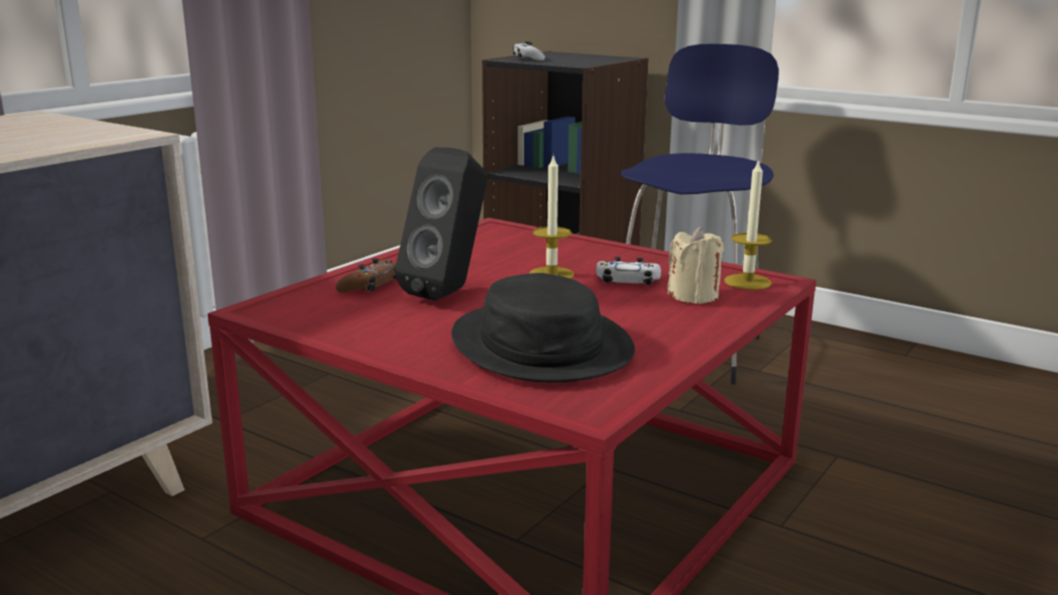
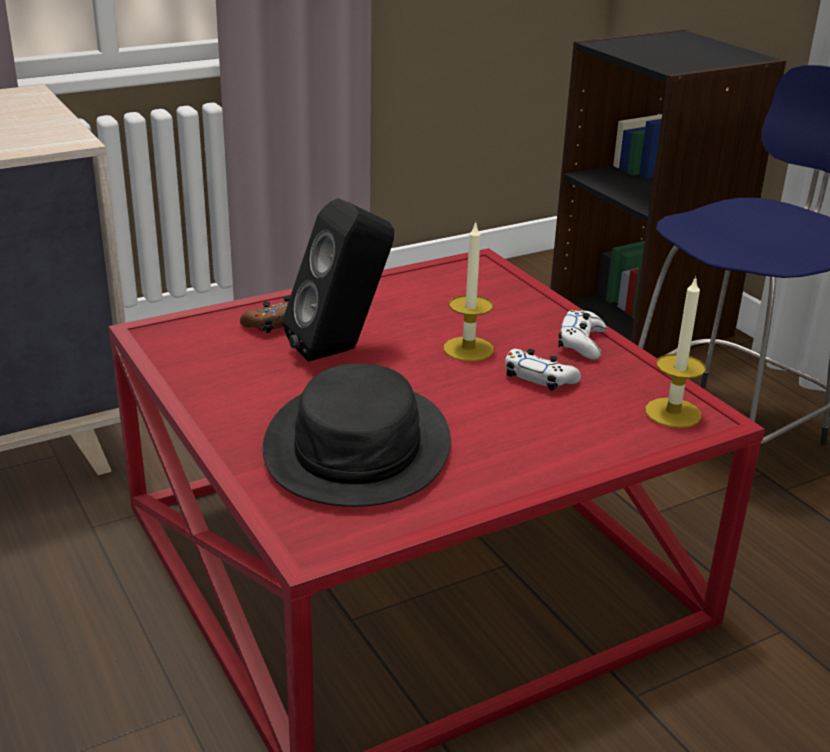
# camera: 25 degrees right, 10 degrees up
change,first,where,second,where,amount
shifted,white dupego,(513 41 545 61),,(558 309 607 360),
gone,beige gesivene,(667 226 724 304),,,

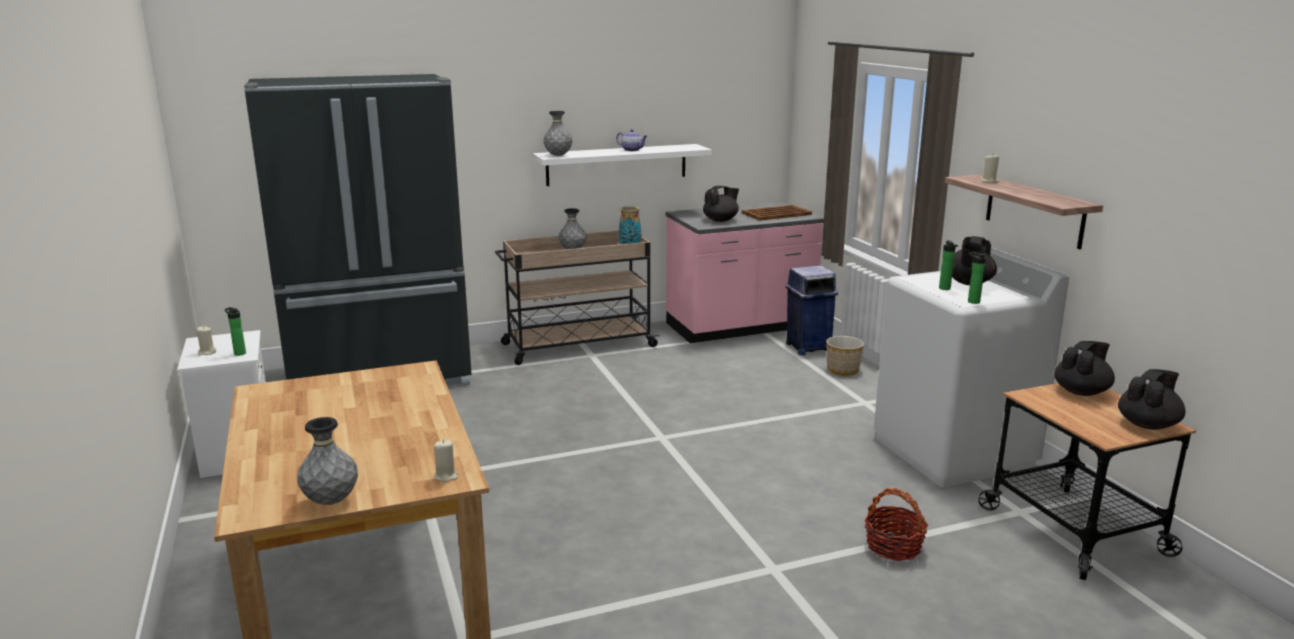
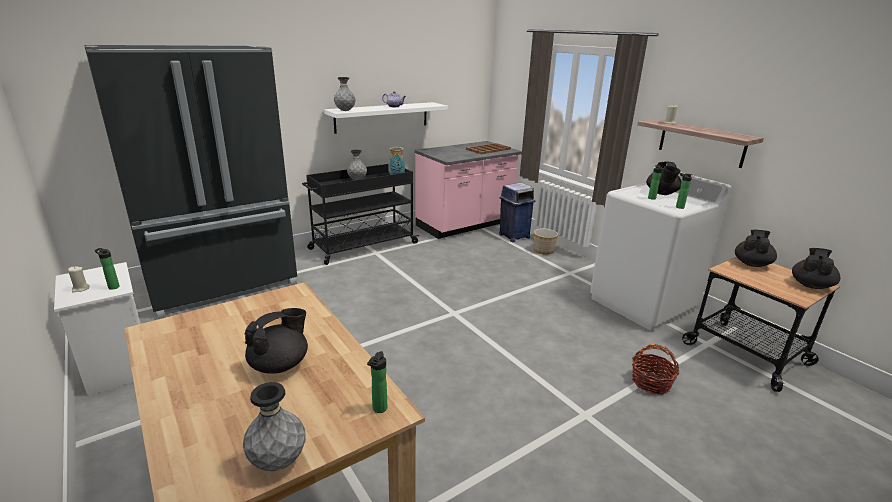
# camera: 15 degrees left, 5 degrees up
change,first,where,second,where,amount
shifted,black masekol,(703 186 739 222),,(245 308 308 374),
repainted,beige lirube,(495 231 659 365),black lirube,(302 164 419 265),
swapped,beige gesivene,(434 440 458 482),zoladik,(367 351 387 413),

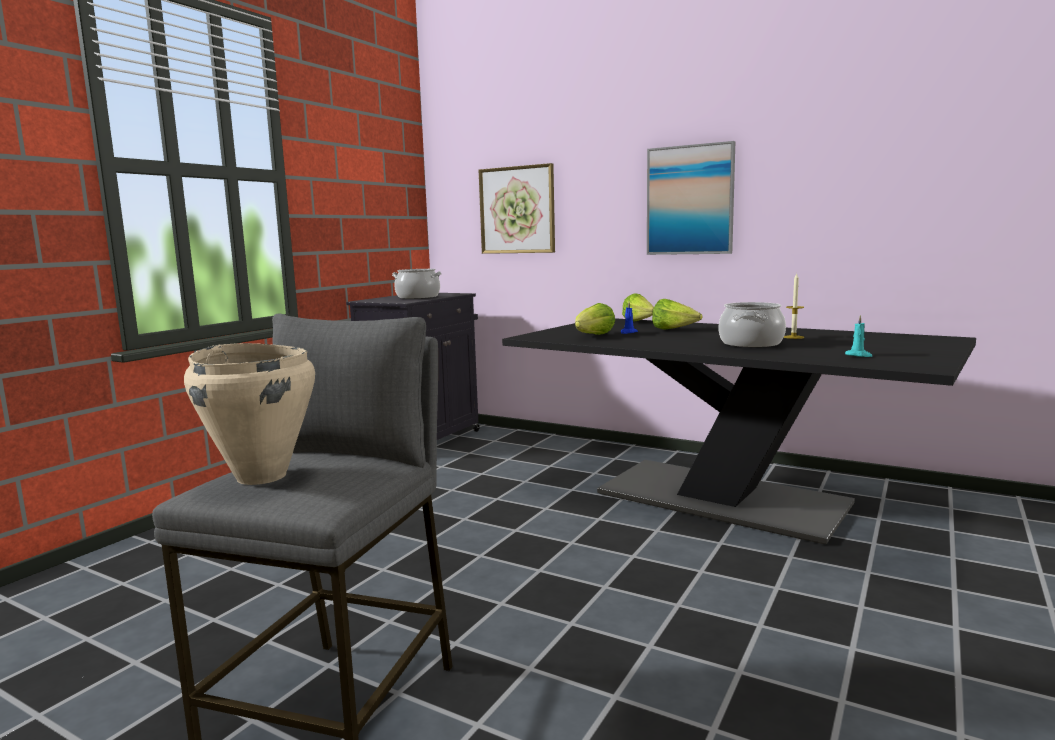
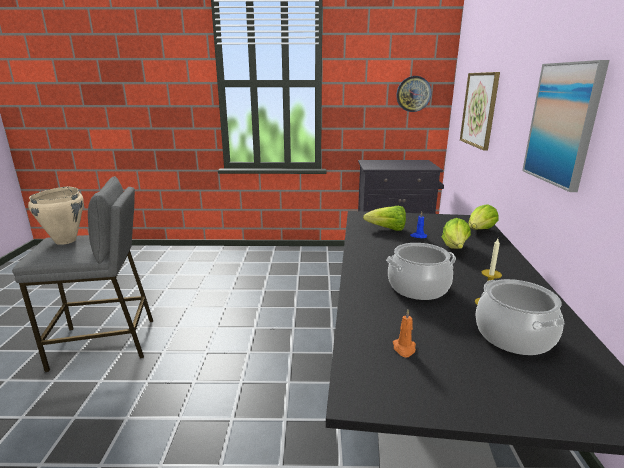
# camera: 60 degrees right, 10 degrees up
change,first,where,second,where,amount
shifted,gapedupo,(392 269 442 299),,(475 279 565 355),
repainted,turquoise gesivene,(845 315 872 357),orange gesivene,(393 310 416 357),
new,,,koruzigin,(396 76 431 112),

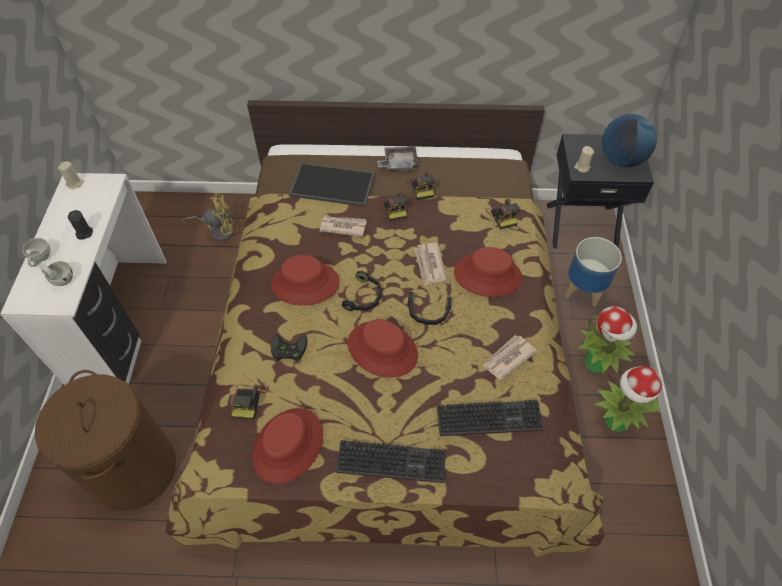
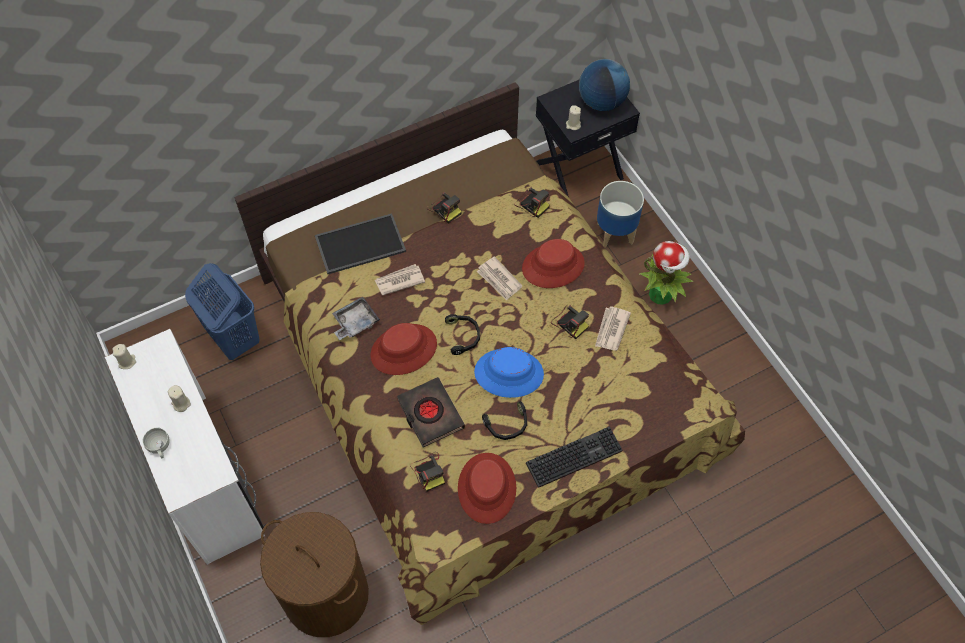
# camera: 30 degrees left, 5 degrees up
change,first,where,second,where,amount
shifted,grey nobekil,(377 147 419 171),,(332 297 380 340),
shifted,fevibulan,(380 192 407 221),,(551 305 589 339),
swapped,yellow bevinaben,(182 193 234 242),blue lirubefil,(185 263 260 360),
repainted,black gesivene,(68 210 93 240),beige gesivene,(168 385 191 412),
gone,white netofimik,(40 261 73 286),,,
shifted,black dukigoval,(408 292 452 325),,(482 401 527 440),
repainted,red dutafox,(348 319 418 378),blue dutafox,(474 347 544 398),
swapped,black dupego,(271 334 307 362),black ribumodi,(397 377 465 447),
gone,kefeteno,(595 366 662 432),,,
gone,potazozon,(437 400 544 436),,,

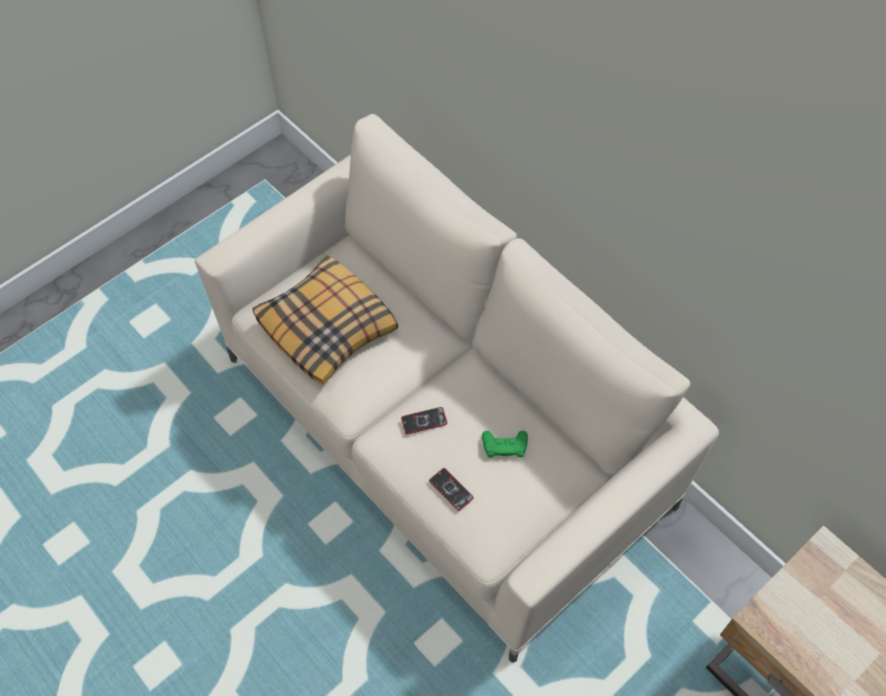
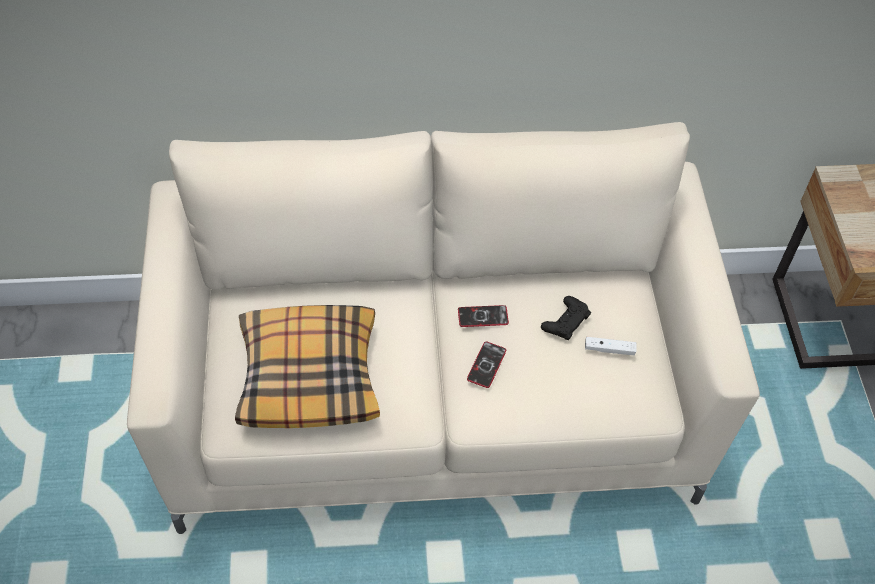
# camera: 55 degrees left, 5 degrees down
change,first,where,second,where,amount
repainted,green dupego,(482 431 528 457),black dupego,(541 296 591 340),
shifted,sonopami,(429 468 474 511),,(458 305 509 327),
new,,,white dupego,(585 337 637 356),

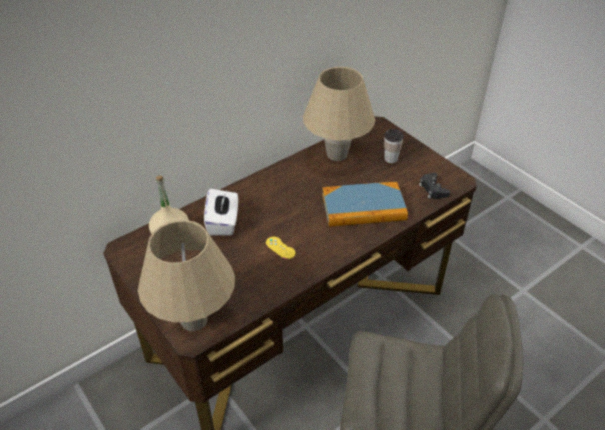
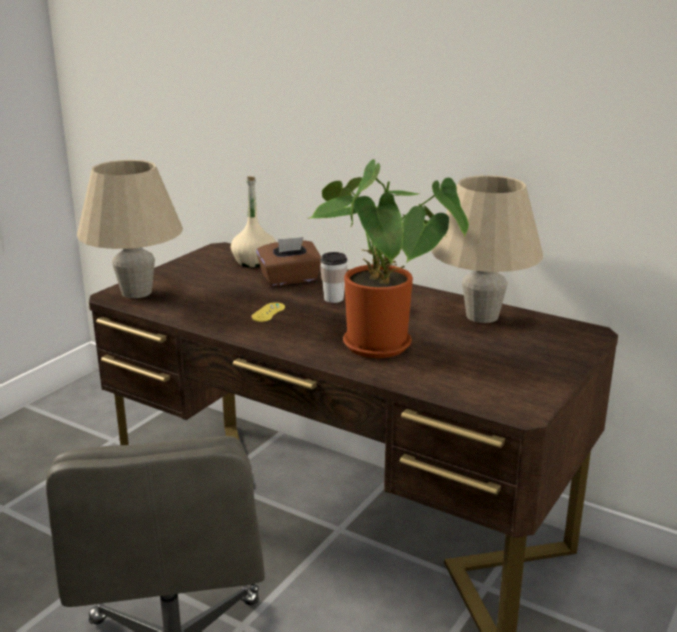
# camera: 70 degrees right, 20 degrees down
change,first,where,second,where,amount
shifted,netofimik,(384 129 404 163),,(320 252 347 303),
gone,black dupego,(419 173 450 199),,,
swapped,ribumodi,(322 182 408 227),kefeteno,(307 159 469 358),
repainted,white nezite,(204 189 238 236),brown nezite,(256 237 321 286),

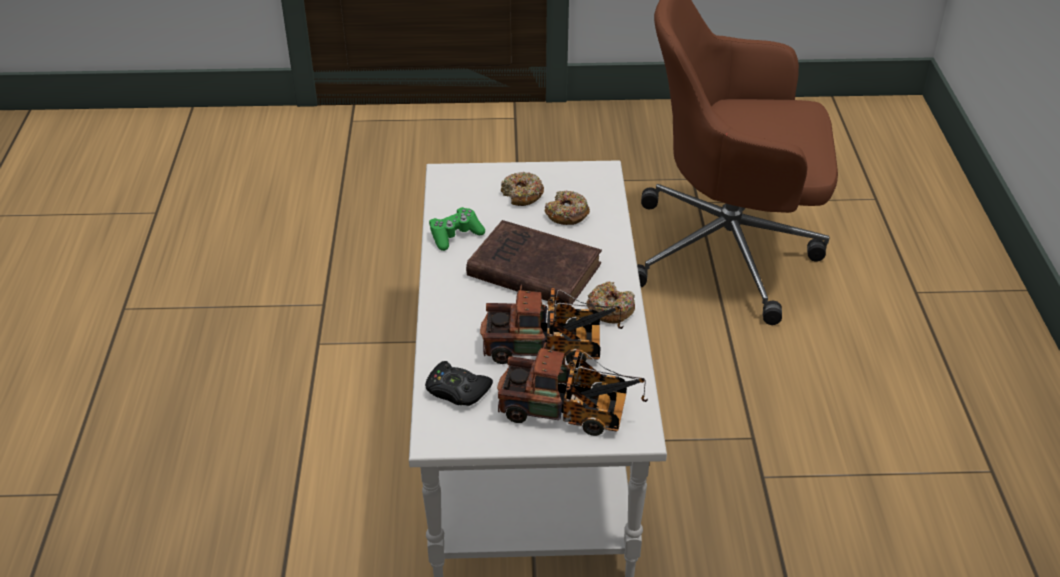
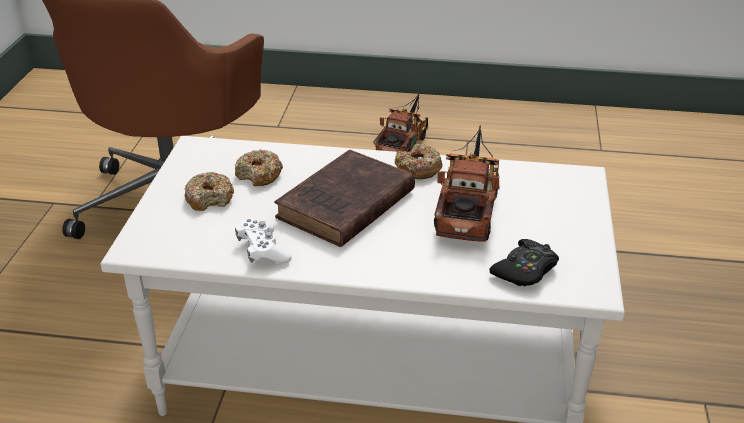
# camera: 80 degrees left, 5 degrees down
change,first,where,second,where,amount
repainted,green dupego,(429 207 485 251),white dupego,(235 218 292 263),
shifted,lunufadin,(497 342 648 436),,(373 94 429 152),

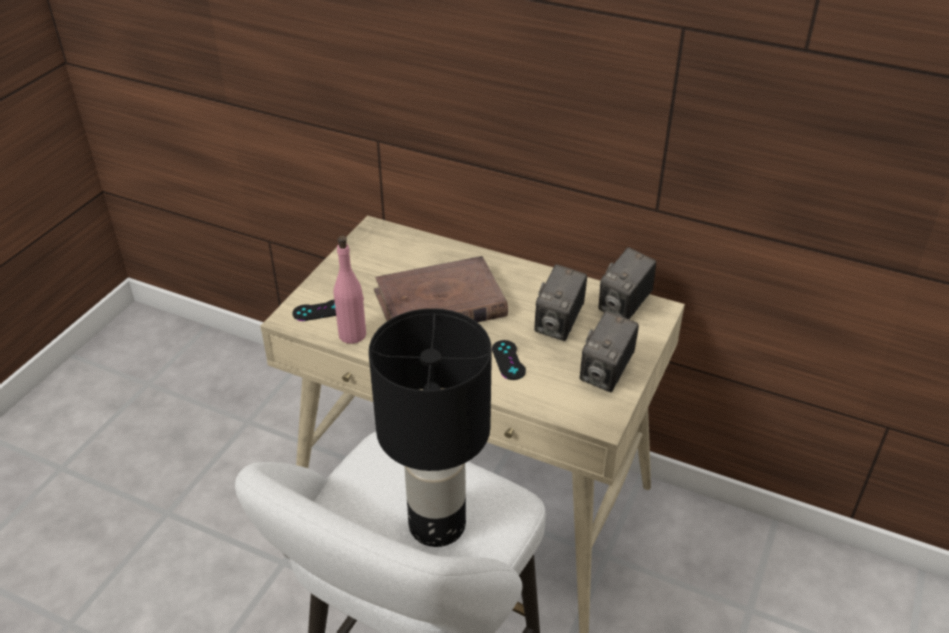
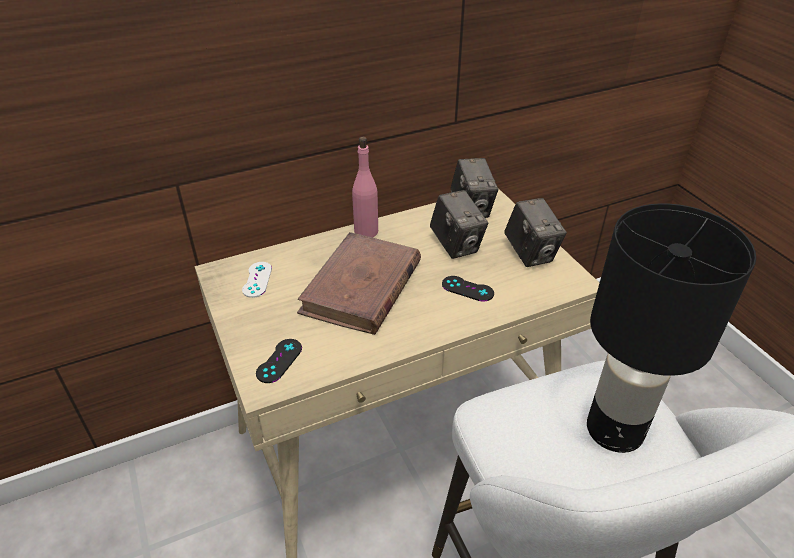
# camera: 50 degrees left, 0 degrees up
change,first,where,second,where,amount
shifted,pink zoladik,(334 236 366 344),,(352 137 378 238),
new,,,white dupego,(242 262 272 298),

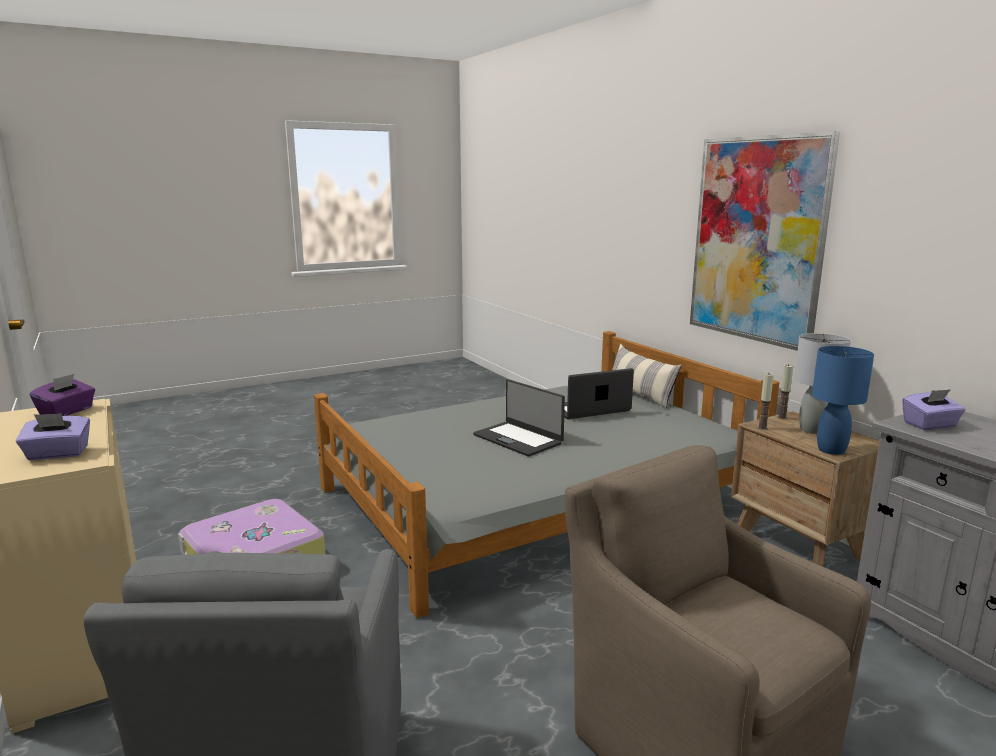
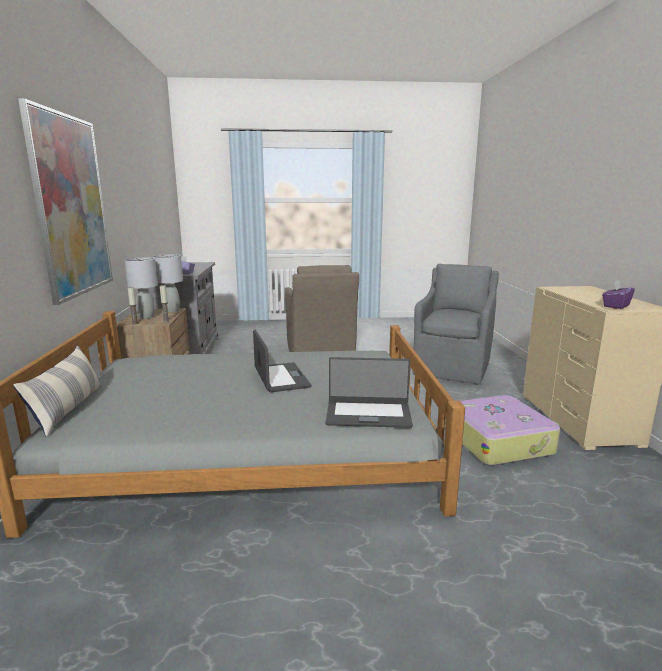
# camera: 155 degrees left, 0 degrees up
change,first,where,second,where,amount
repainted,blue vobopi,(812 346 874 455),grey vobopi,(152 254 183 312),
shifted,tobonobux,(564 368 634 419),,(326 357 413 428),
gone,purple nezite,(16 413 90 460),,,

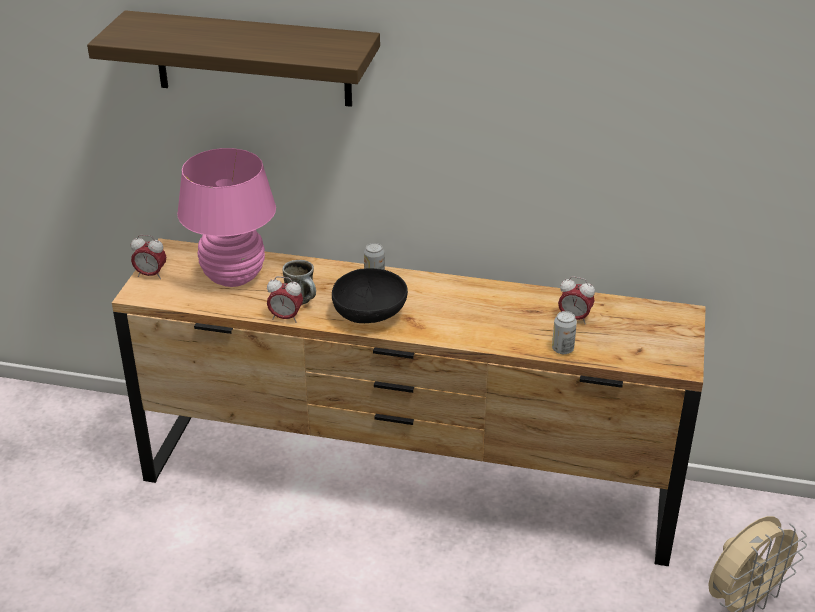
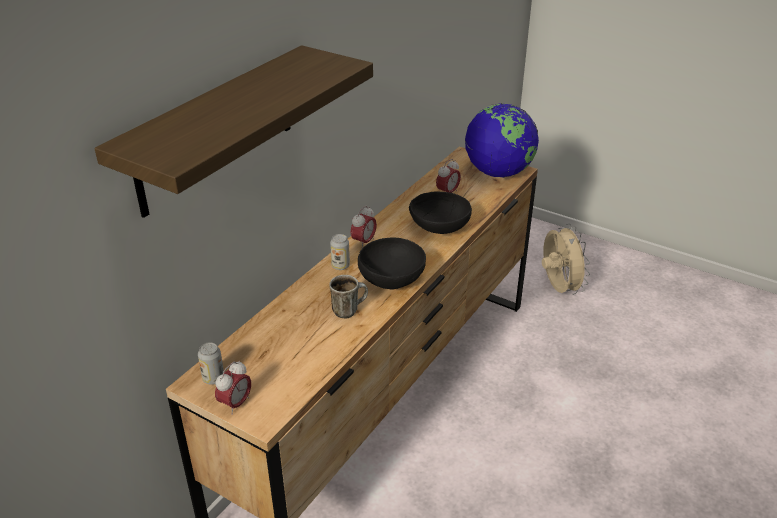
# camera: 70 degrees left, 0 degrees up
change,first,where,second,where,amount
gone,pink vobopi,(177 148 276 287),,,
shifted,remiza,(267 276 303 323),,(351 206 377 247),
shifted,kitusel,(552 311 577 354),,(198 342 224 385),
new,,,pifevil,(465 104 539 178),
new,,,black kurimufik,(409 192 472 234),

